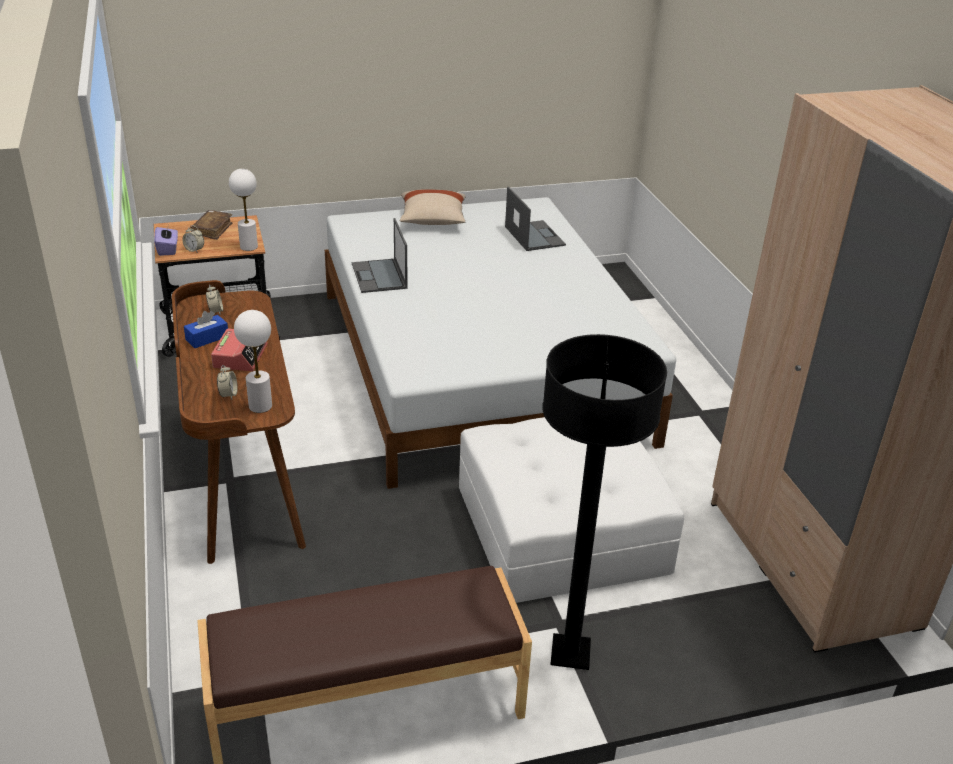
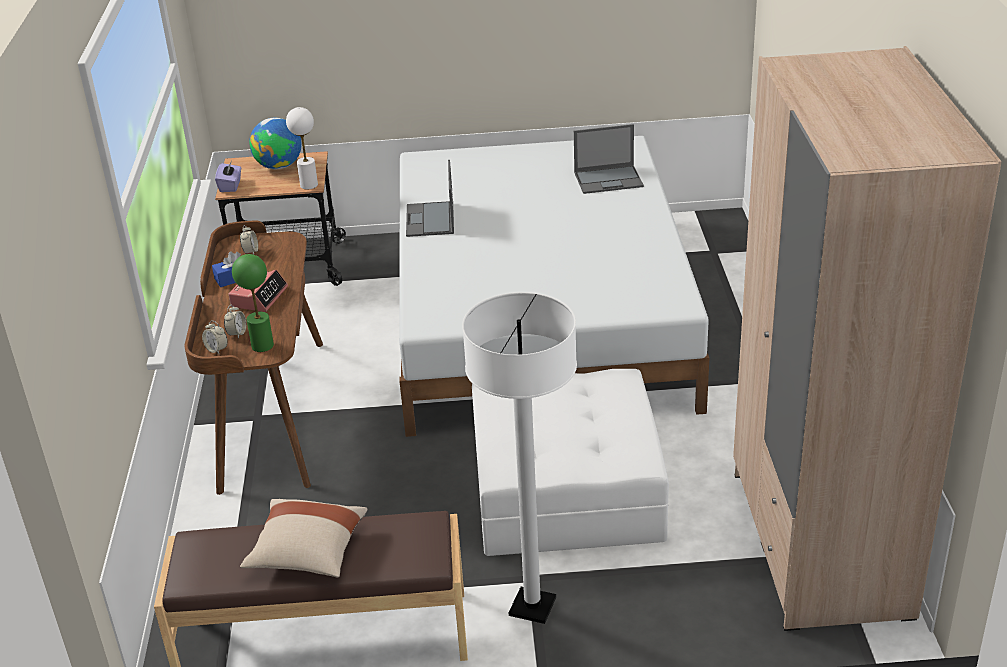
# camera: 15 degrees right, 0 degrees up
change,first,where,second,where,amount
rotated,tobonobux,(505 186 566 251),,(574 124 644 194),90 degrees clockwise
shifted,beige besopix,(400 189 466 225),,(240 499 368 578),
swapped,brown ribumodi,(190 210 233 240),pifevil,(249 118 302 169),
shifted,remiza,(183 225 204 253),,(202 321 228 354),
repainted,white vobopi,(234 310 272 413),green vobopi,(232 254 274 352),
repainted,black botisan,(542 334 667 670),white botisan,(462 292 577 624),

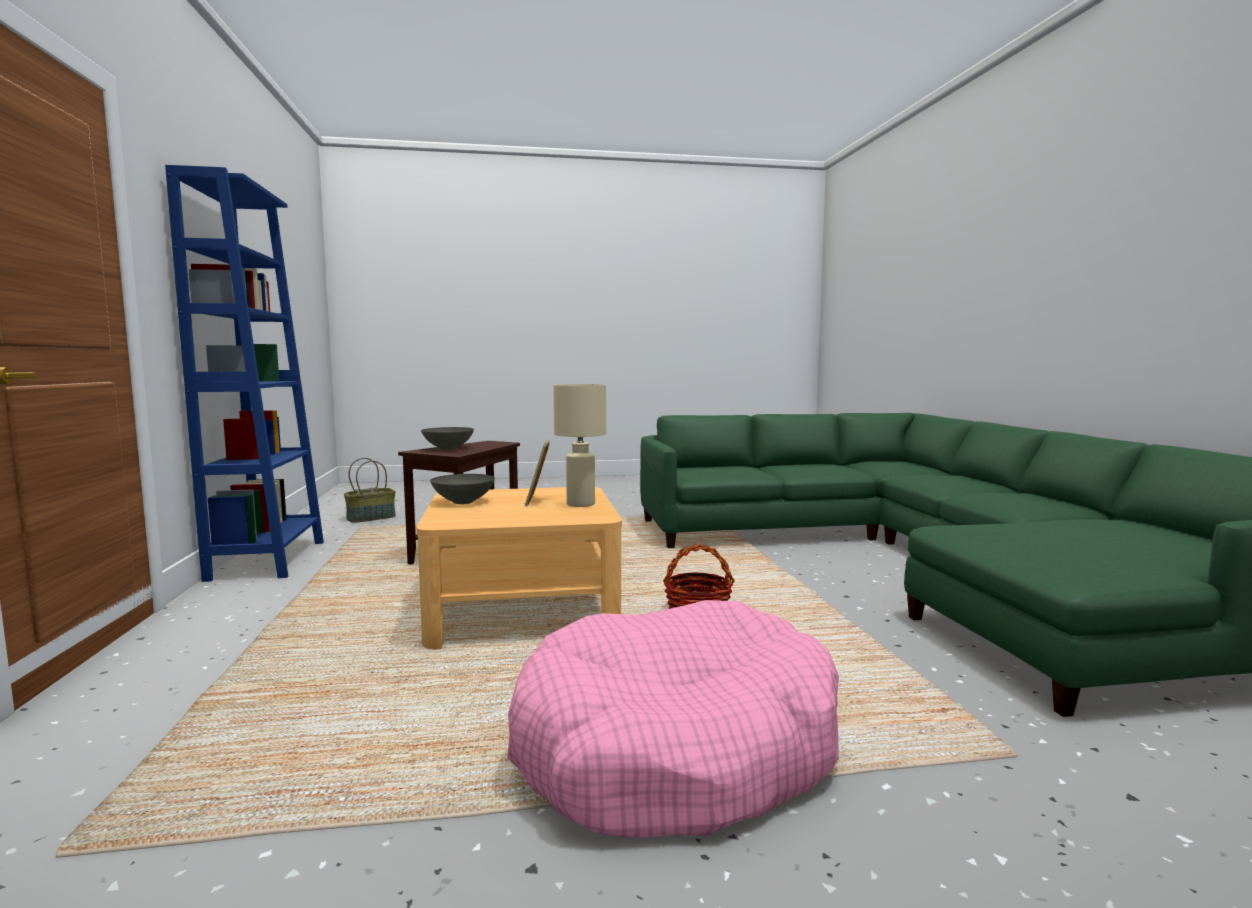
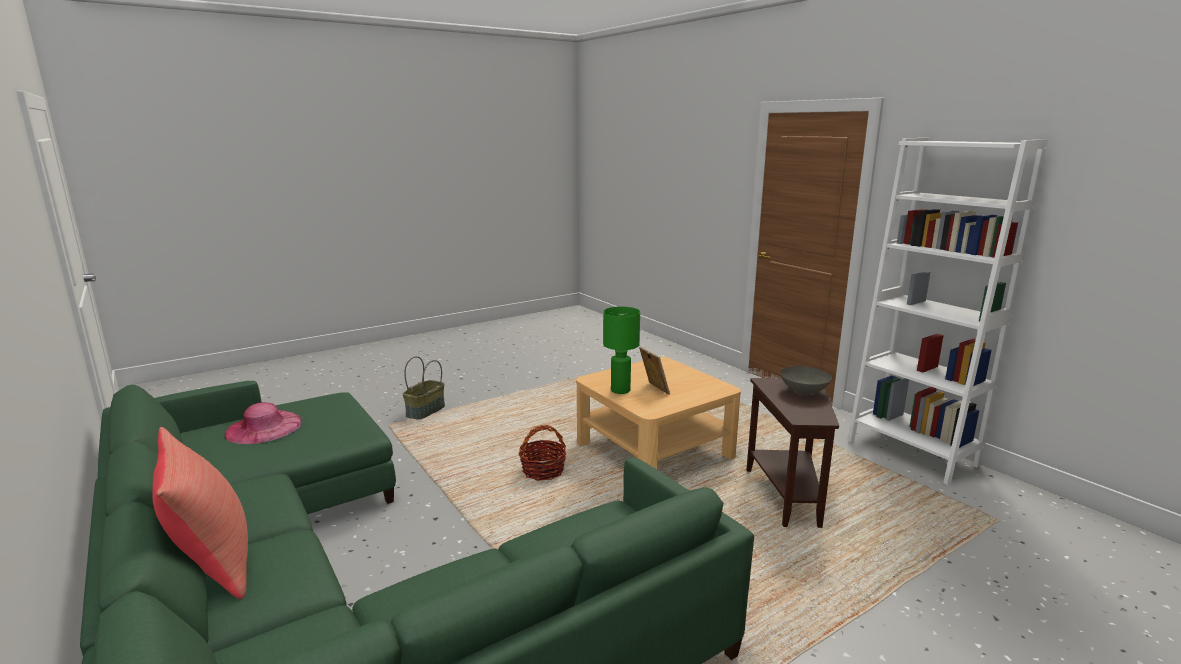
# camera: 155 degrees right, 10 degrees up
change,first,where,second,where,amount
repainted,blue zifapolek,(165 165 324 582),white zifapolek,(848 138 1048 484),
repainted,beige vobopi,(554 384 606 507),green vobopi,(603 306 640 394),
shifted,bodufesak,(344 458 396 523),,(403 356 445 420),
gone,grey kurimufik,(430 474 495 504),,,
gone,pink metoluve,(507 600 839 838),,,
new,,,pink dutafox,(224 402 303 444),
new,,,red besopix,(152 427 248 599),

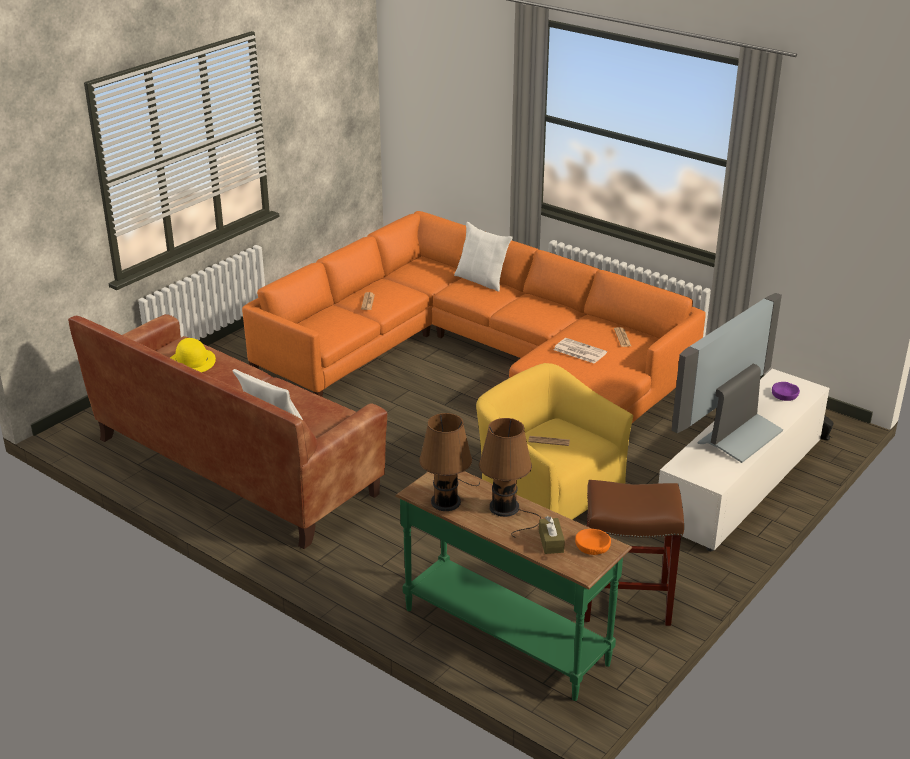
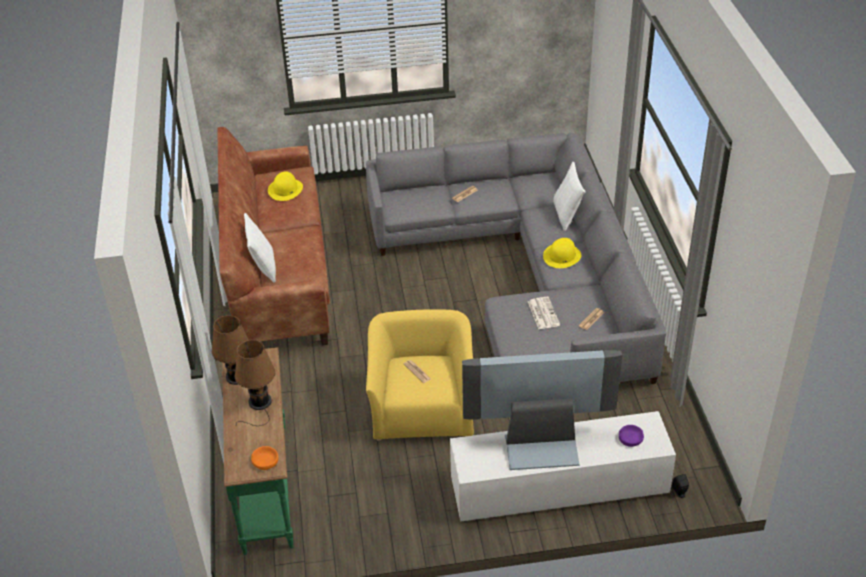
# camera: 45 degrees right, 10 degrees up
change,first,where,second,where,amount
repainted,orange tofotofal,(242 211 706 423),grey tofotofal,(366 133 666 384),
gone,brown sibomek,(584 480 684 626),,,
gone,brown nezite,(539 516 565 554),,,
new,,,yellow dutafox,(543 238 581 268),

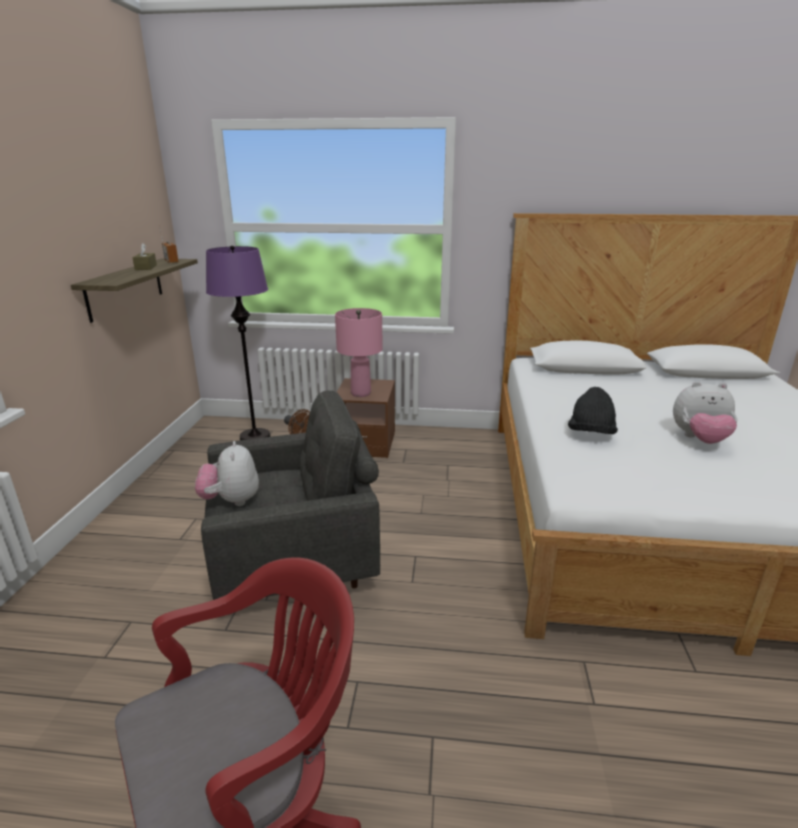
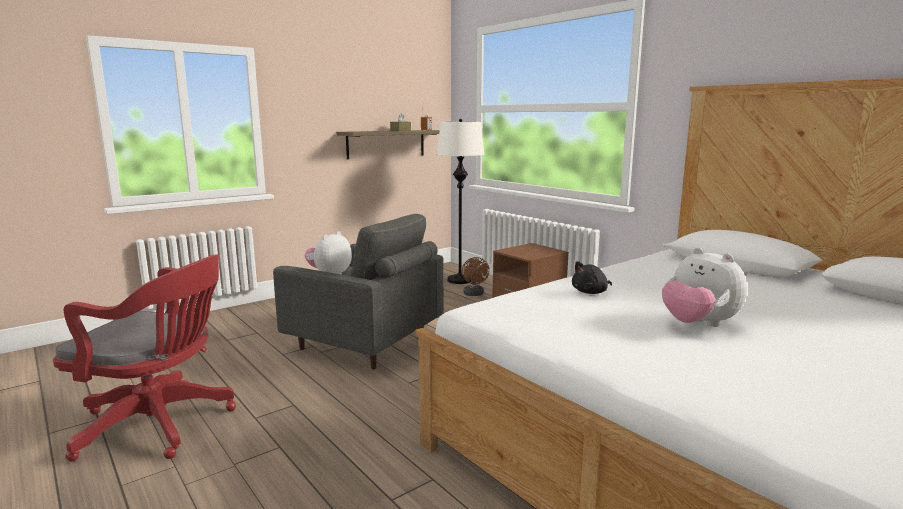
# camera: 45 degrees right, 10 degrees down
change,first,where,second,where,amount
repainted,purple botisan,(206 246 270 440),white botisan,(437 119 484 284),
gone,pink vobopi,(335 308 383 397),,,
swapped,black dutafox,(568 387 618 434),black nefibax,(572 261 612 294),

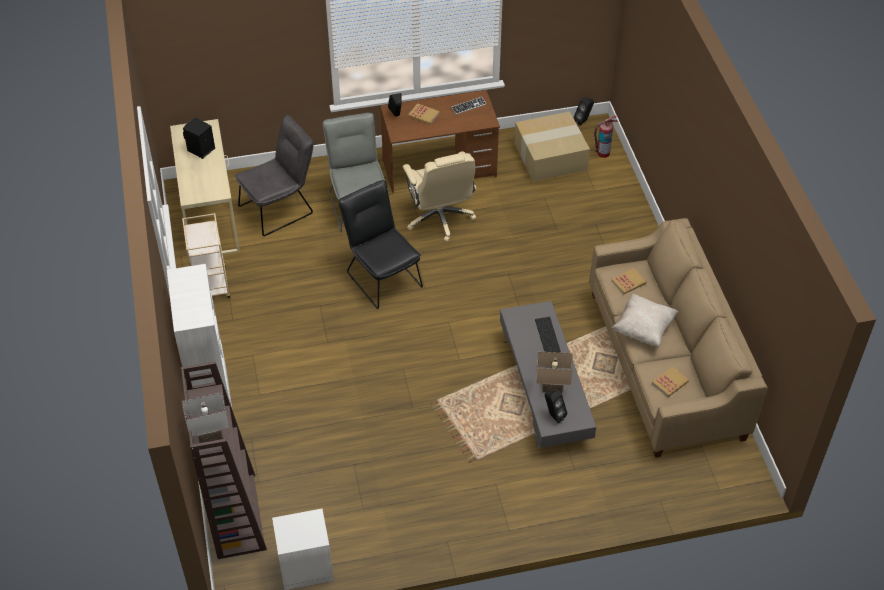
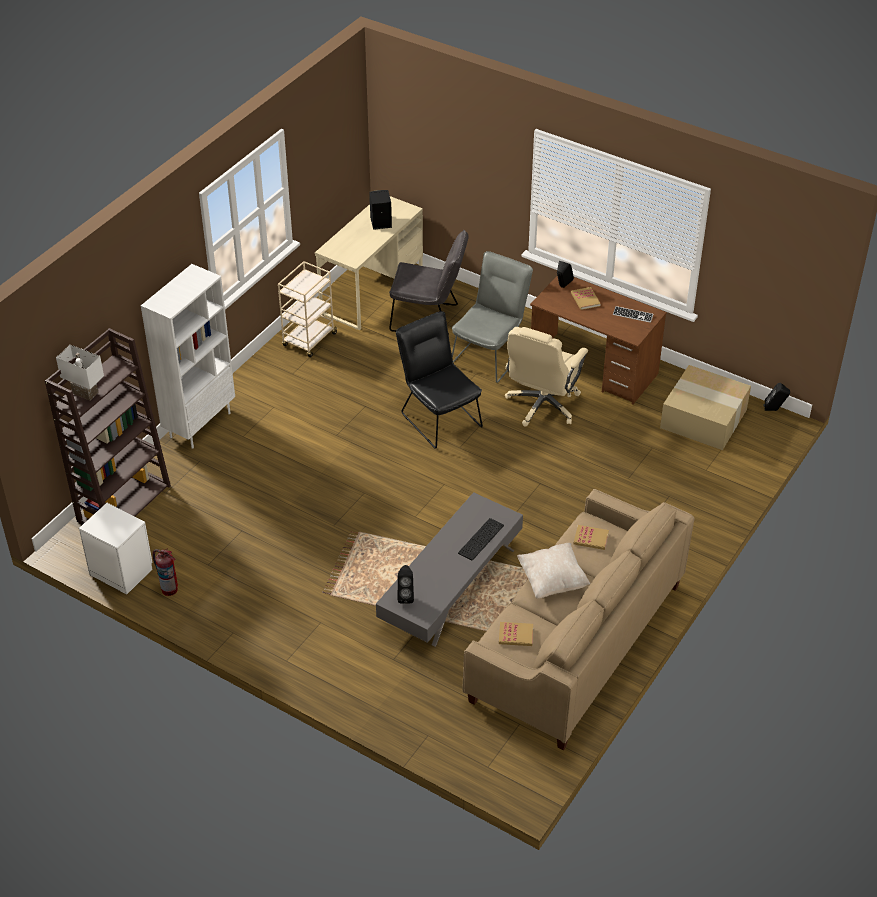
# camera: 45 degrees right, 5 degrees down
change,first,where,second,where,amount
shifted,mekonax,(594 116 618 158),,(152 548 178 596),
rotated,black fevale,(339 180 423 309),,(396 311 483 449),45 degrees counterclockwise
gone,beige vobopi,(536 352 573 393),,,

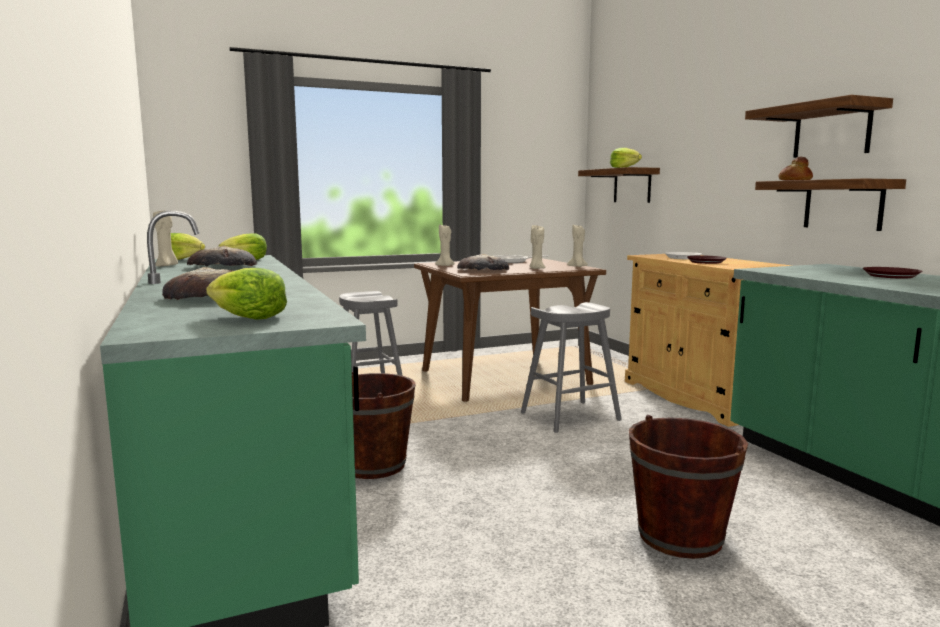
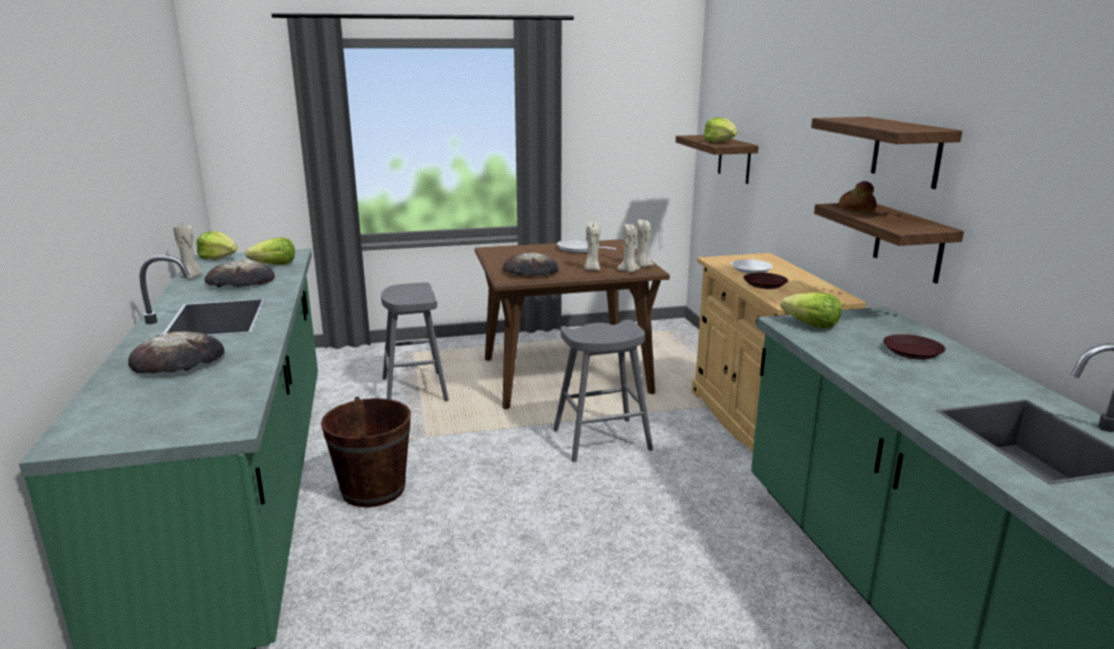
# camera: 10 degrees right, 10 degrees up
change,first,where,second,where,amount
shifted,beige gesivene,(435 224 455 266),,(617 224 640 273),
shifted,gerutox,(206 268 287 320),,(780 292 842 329),
gone,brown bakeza,(629 415 748 559),,,

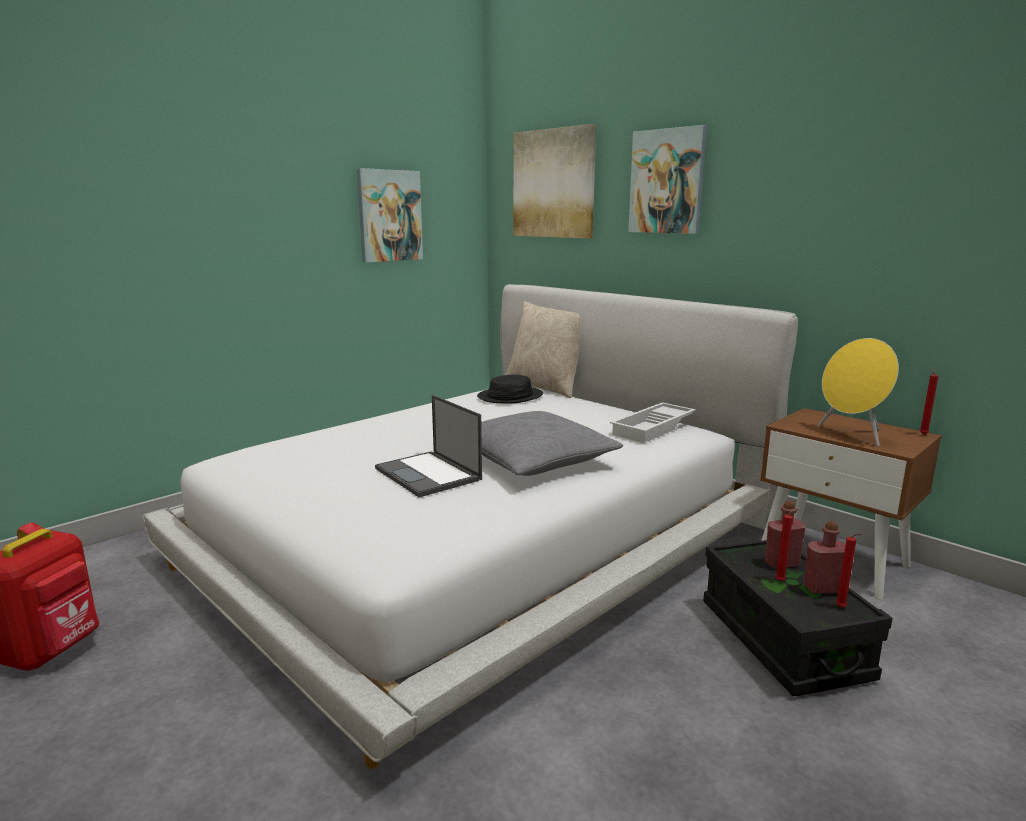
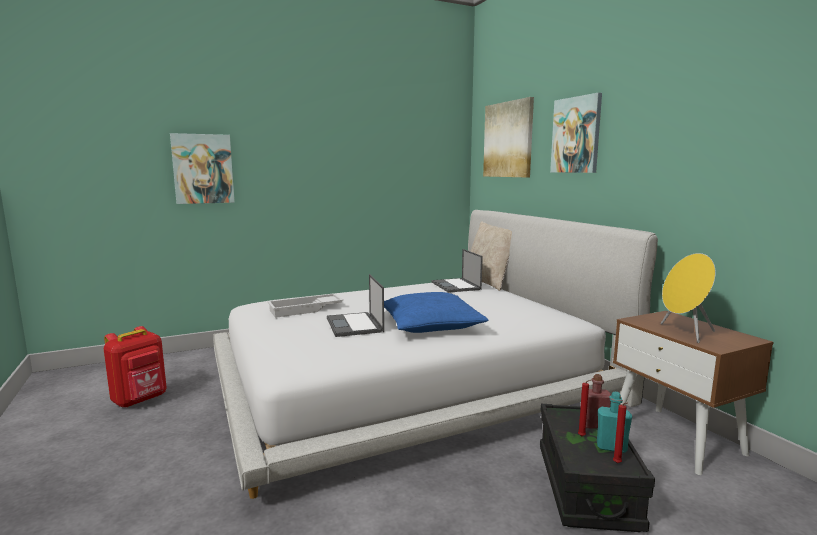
# camera: 20 degrees right, 5 degrees down
change,first,where,second,where,amount
shifted,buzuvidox,(357 168 423 263),,(170 133 235 204),
gone,red gesivene,(919 367 938 435),,,
swapped,black dutafox,(477 374 543 403),tobonobux,(431 249 483 293),
shifted,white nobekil,(610 402 696 443),,(267 293 344 318),
repainted,grey besopix,(481 411 623 476),blue besopix,(384 292 489 333),
repainted,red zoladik,(803 521 845 594),turquoise zoladik,(597 392 632 453),

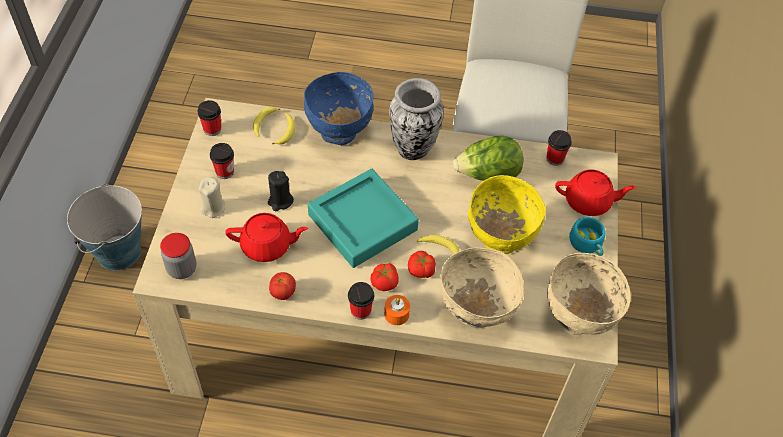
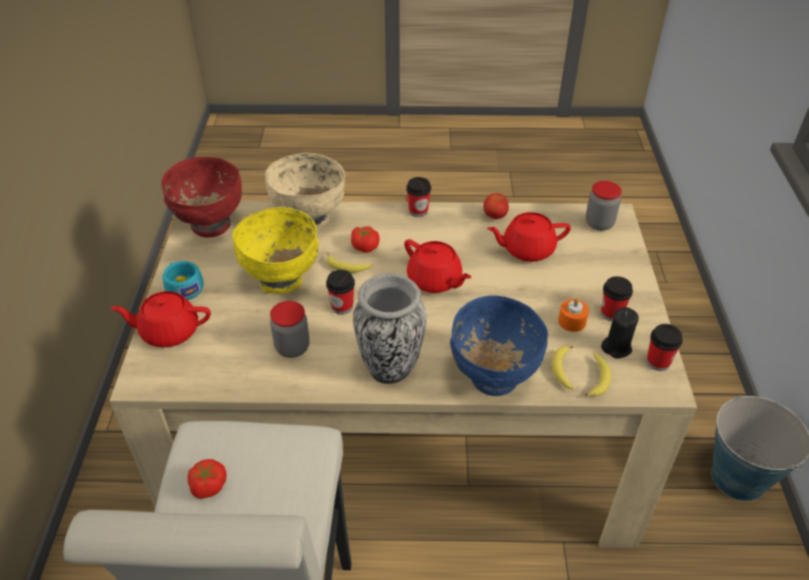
# camera: 175 degrees right, 10 degrees down
change,first,where,second,where,amount
shifted,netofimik,(546 130 572 166),,(326 270 355 315),
swapped,gerutox,(453 136 523 181),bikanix,(270 301 310 358),
swapped,turquoise nobekil,(308 169 419 268),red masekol,(404 239 471 293),
shifted,black gesivene,(268 171 294 211),,(601 307 639 359),
gone,beige gesivene,(199 177 225 218),,,
repainted,beige kurimufik,(547 253 631 335),red kurimufik,(161 157 242 237),
shifted,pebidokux,(371 263 399 291),,(188 459 226 499),
shifted,orange gesivene,(384 295 410 325),,(558 298 589 332),

